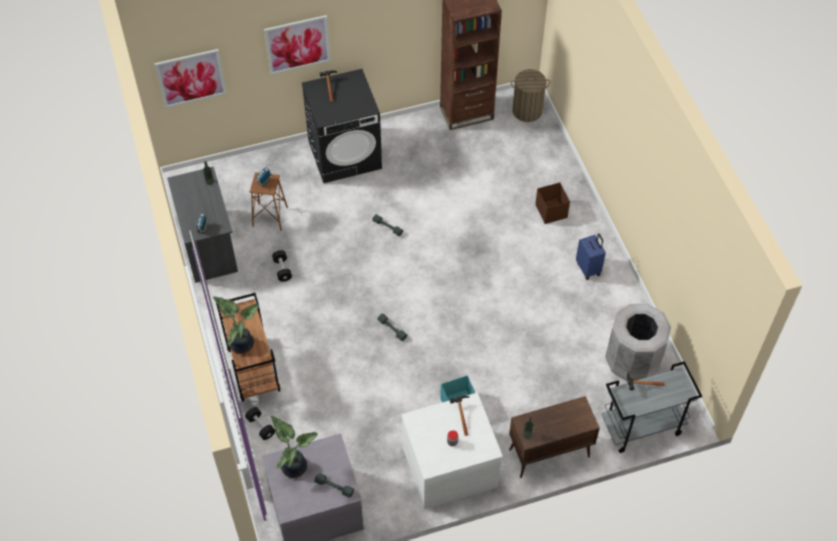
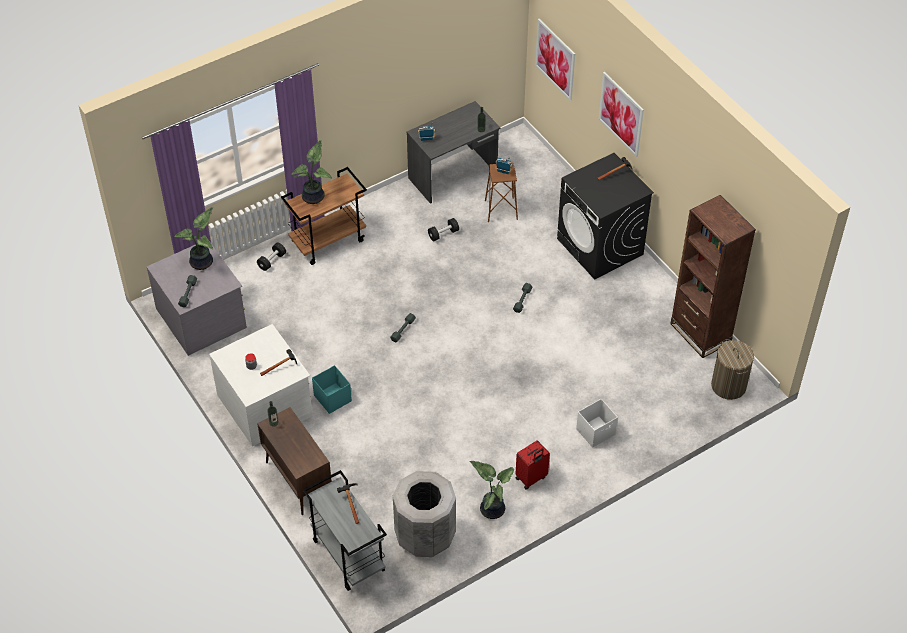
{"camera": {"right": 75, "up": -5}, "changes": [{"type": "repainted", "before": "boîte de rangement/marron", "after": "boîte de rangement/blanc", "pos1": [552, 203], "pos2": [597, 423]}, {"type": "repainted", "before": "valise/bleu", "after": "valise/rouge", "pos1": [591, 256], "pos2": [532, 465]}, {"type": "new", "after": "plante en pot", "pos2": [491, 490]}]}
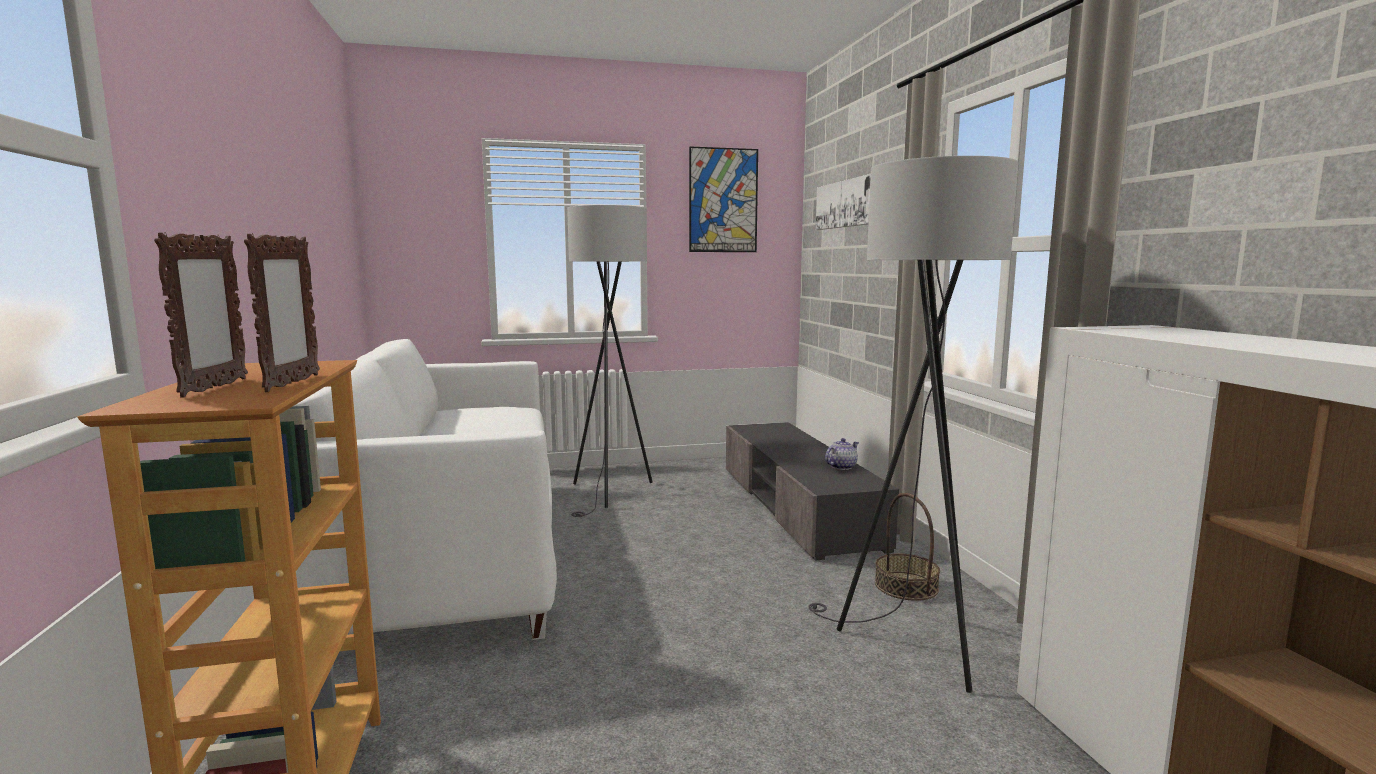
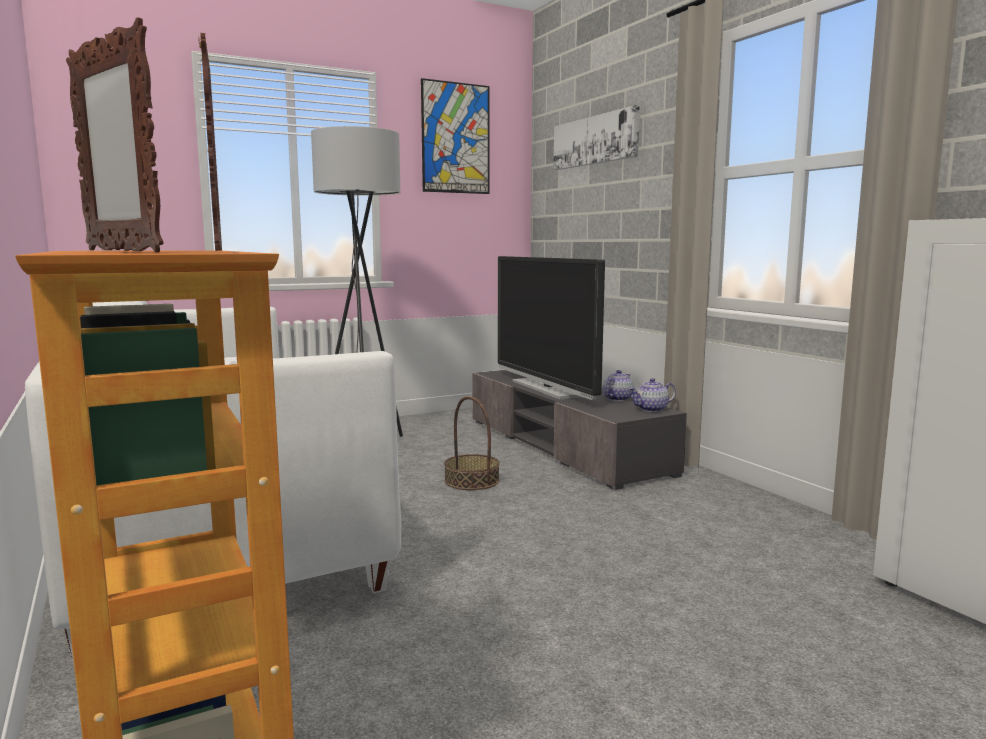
{"camera": {"right": -15, "up": 0}, "changes": [{"type": "gone", "before": "lampadaire/gris", "pos1": [914, 424]}, {"type": "rotated", "before": "cadre photo", "pos1": [201, 314], "pos2": [115, 134], "turn": 150}, {"type": "shifted", "before": "panier", "pos1": [907, 547], "pos2": [472, 443]}, {"type": "new", "after": "téléviseur", "pos2": [551, 328]}, {"type": "new", "after": "théière", "pos2": [652, 395]}]}
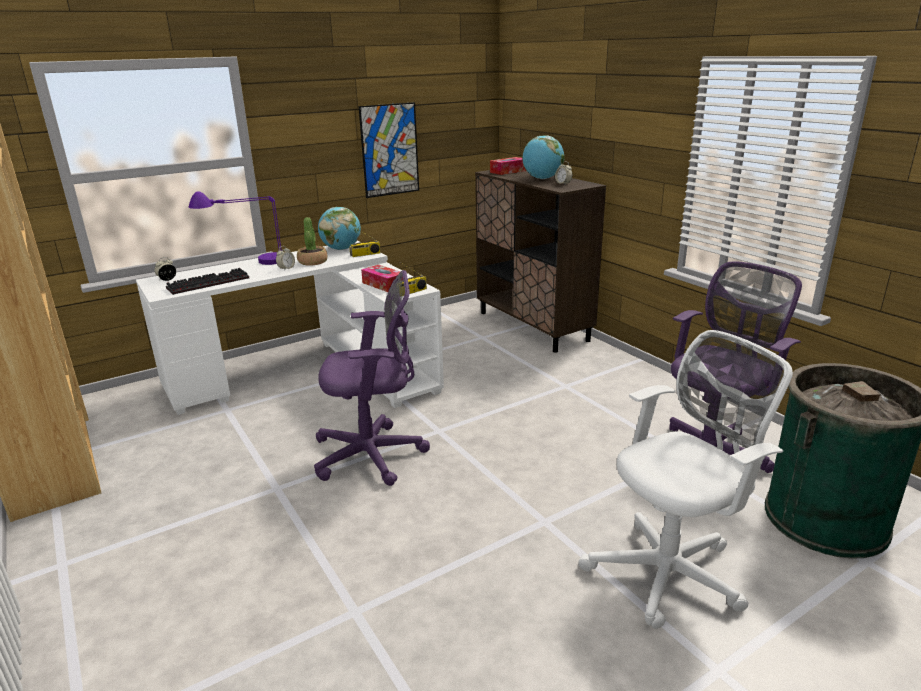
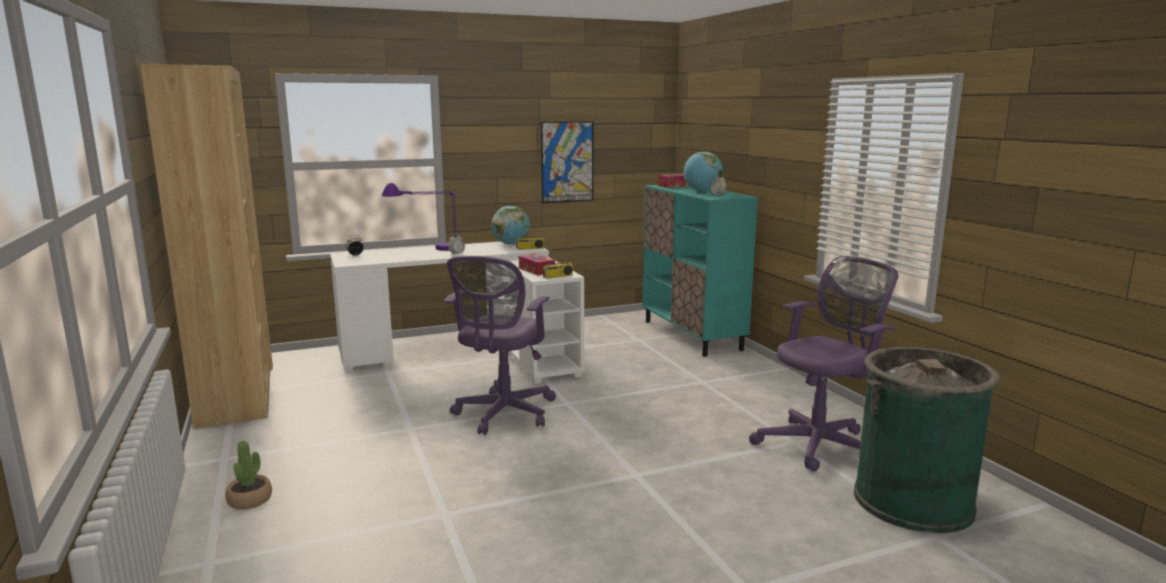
{"camera": {"right": 10, "up": -10}, "changes": [{"type": "repainted", "before": "meuble de rangement/marron", "after": "meuble de rangement/turquoise", "pos1": [540, 261], "pos2": [700, 270]}, {"type": "shifted", "before": "plante en pot", "pos1": [312, 241], "pos2": [248, 475]}, {"type": "gone", "before": "clavier", "pos1": [207, 281]}, {"type": "rotated", "before": "chaise de bureau/violet", "pos1": [372, 378], "pos2": [500, 345], "turn": 105}, {"type": "gone", "before": "chaise de bureau/blanc", "pos1": [685, 479]}]}
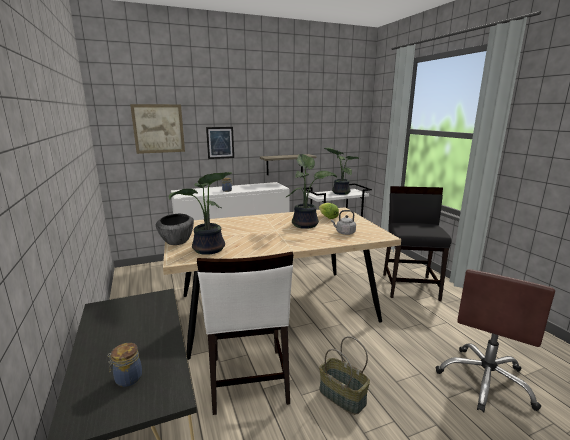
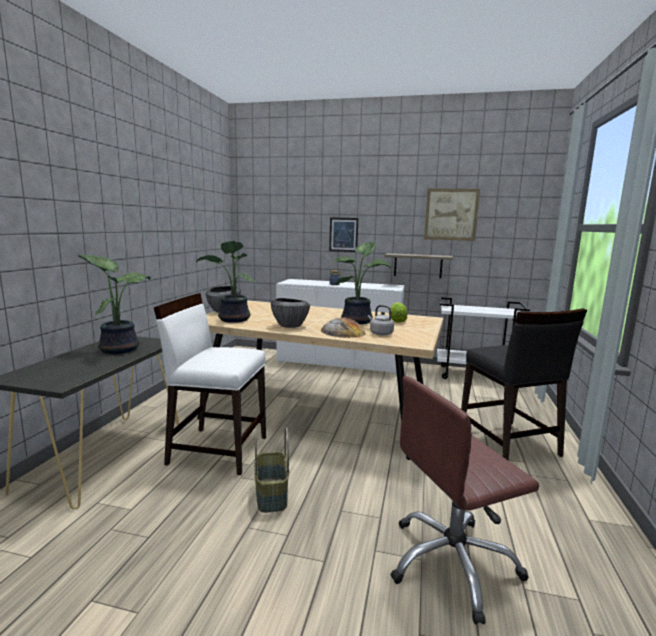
{"camera": {"right": 35, "up": -5}, "changes": [{"type": "shifted", "before": "tableau", "pos1": [157, 129], "pos2": [452, 214]}, {"type": "shifted", "before": "plante en pot", "pos1": [342, 171], "pos2": [114, 304]}, {"type": "rotated", "before": "chaise/noir", "pos1": [417, 243], "pos2": [524, 384], "turn": 120}, {"type": "rotated", "before": "chaise/blanc", "pos1": [245, 333], "pos2": [210, 384], "turn": 75}, {"type": "gone", "before": "bocal", "pos1": [125, 365]}, {"type": "new", "after": "bol", "pos2": [290, 313]}, {"type": "new", "after": "pain", "pos2": [343, 327]}]}
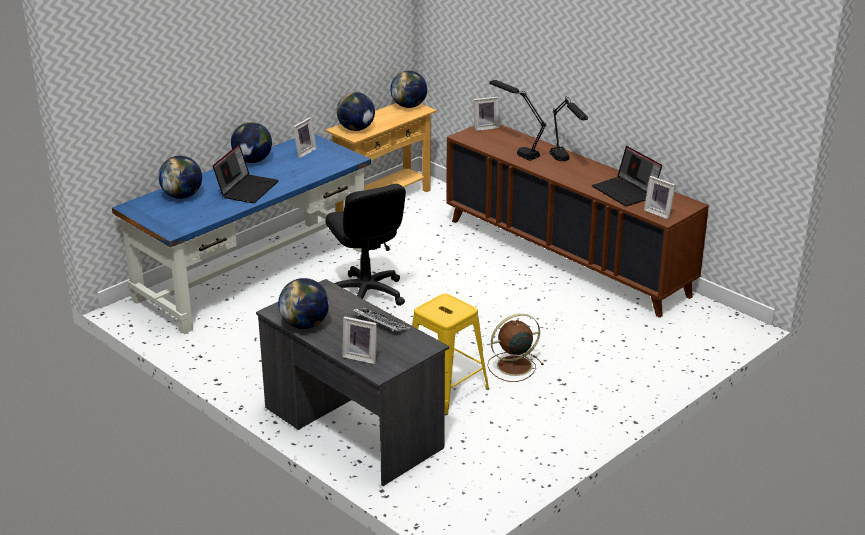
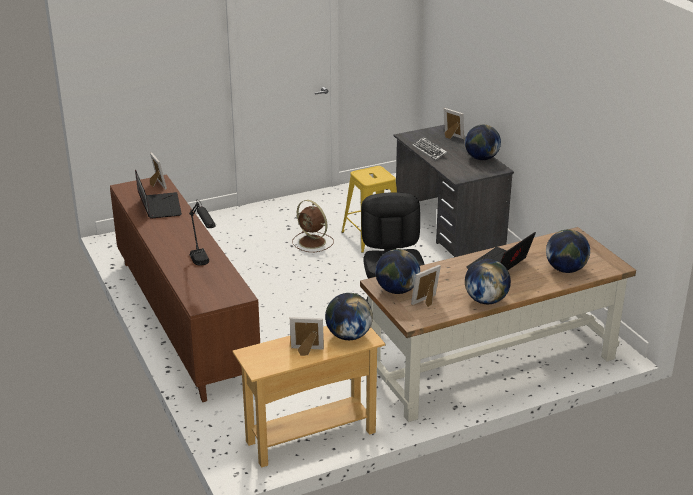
{"camera": {"right": -160, "up": 0}, "changes": [{"type": "shifted", "before": "globe", "pos1": [408, 89], "pos2": [397, 271]}, {"type": "shifted", "before": "cadre photo", "pos1": [487, 114], "pos2": [307, 336]}, {"type": "gone", "before": "lampe de table/noir", "pos1": [568, 129]}, {"type": "repainted", "before": "bureau/bleu", "after": "bureau/marron", "pos1": [241, 234], "pos2": [498, 324]}, {"type": "rotated", "before": "ventilateur/marron", "pos1": [515, 348], "pos2": [313, 226], "turn": 45}]}
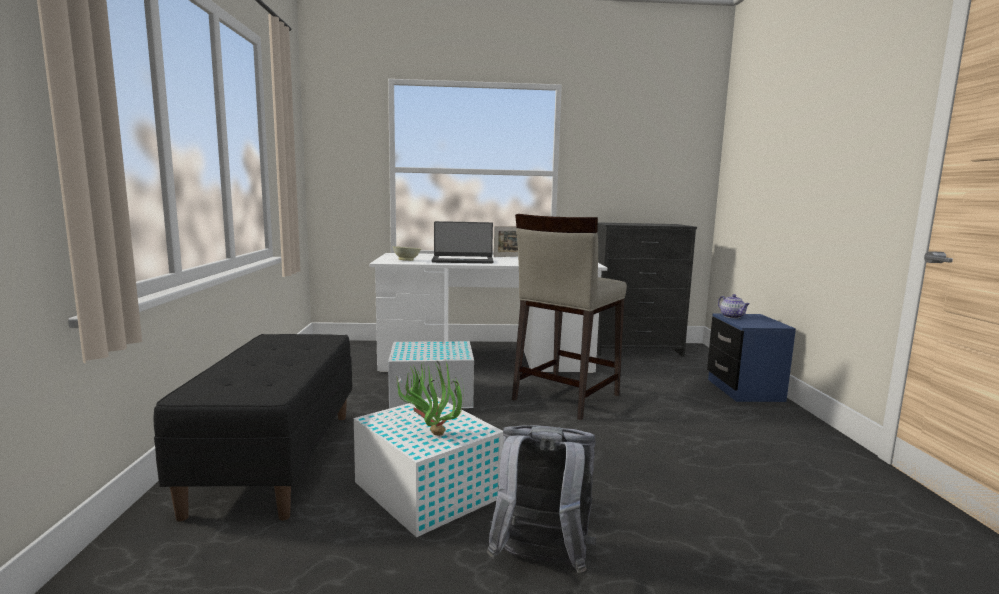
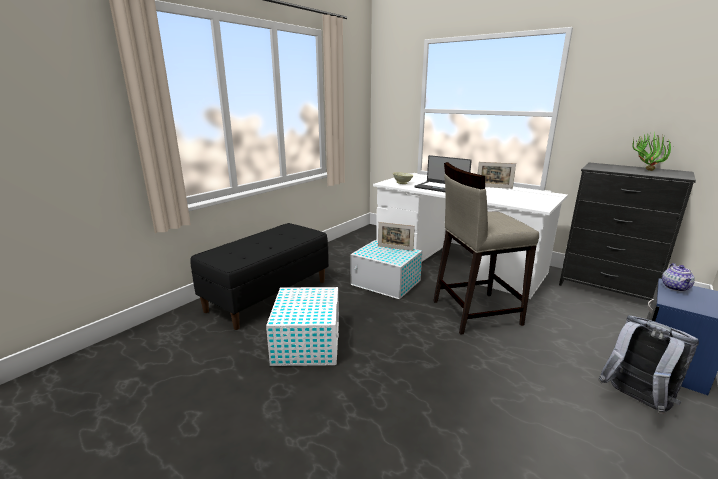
{"camera": {"right": 40, "up": 10}, "changes": [{"type": "shifted", "before": "plante en pot", "pos1": [430, 398], "pos2": [653, 150]}, {"type": "shifted", "before": "sac à dos/gris", "pos1": [541, 499], "pos2": [648, 364]}, {"type": "new", "after": "cadre photo", "pos2": [396, 236]}]}
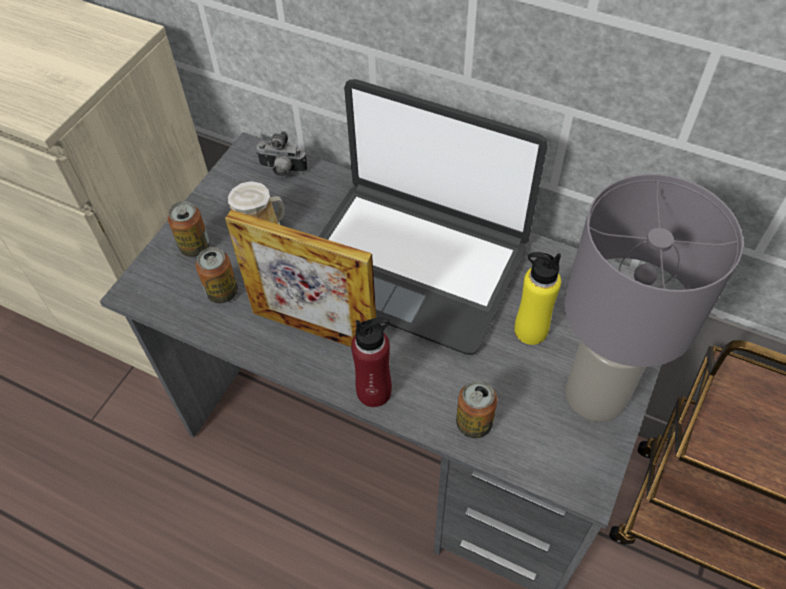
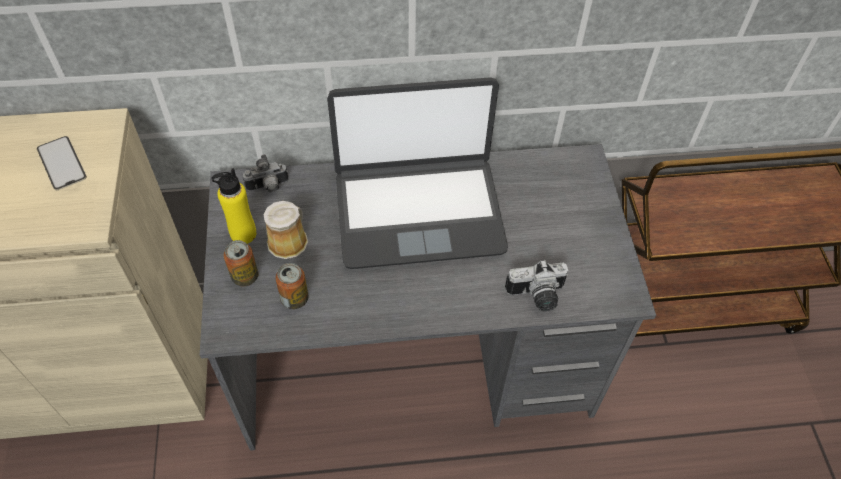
{"camera": {"right": -35, "up": 0}, "changes": [{"type": "gone", "before": "lampe de table/gris", "pos1": [653, 298]}, {"type": "gone", "before": "cadre photo", "pos1": [300, 278]}, {"type": "shifted", "before": "bouteille/jaune", "pos1": [537, 298], "pos2": [233, 206]}, {"type": "gone", "before": "bouteille/rouge", "pos1": [371, 362]}, {"type": "swapped", "before": "boîte métallique", "after": "appareil photo", "pos1": [476, 409], "pos2": [536, 285]}, {"type": "new", "after": "téléphone", "pos2": [62, 163]}]}
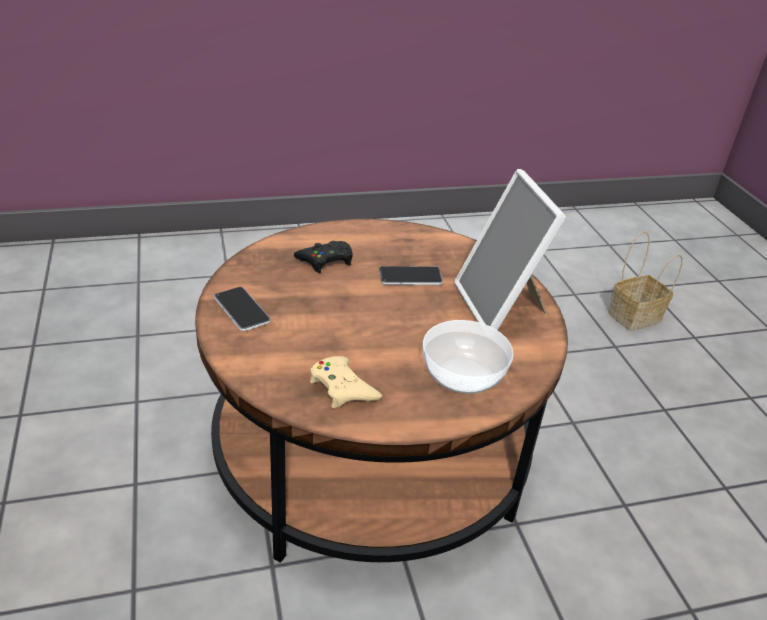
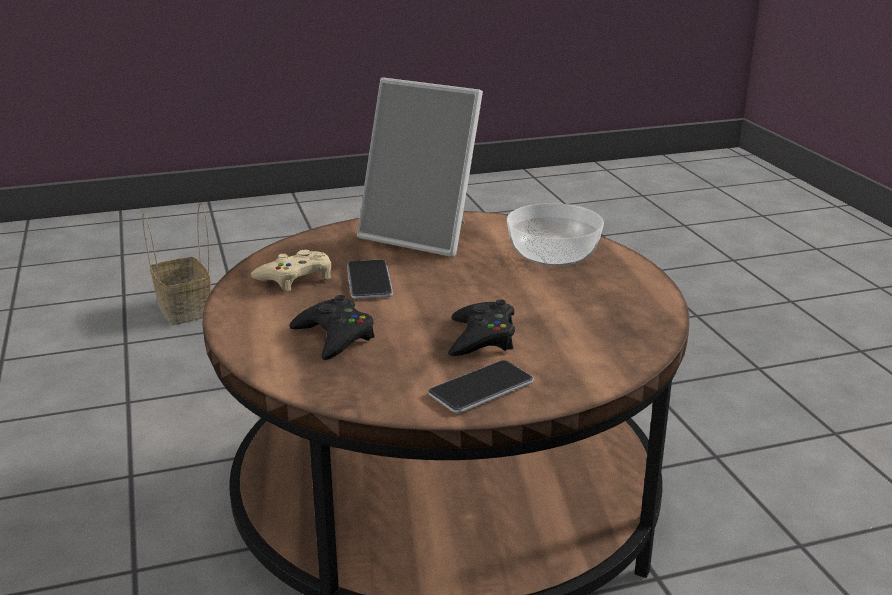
{"camera": {"right": -90, "up": -10}, "changes": [{"type": "rotated", "before": "cadre photo", "pos1": [510, 249], "pos2": [420, 167], "turn": 45}, {"type": "shifted", "before": "manette/beige", "pos1": [346, 382], "pos2": [291, 270]}, {"type": "new", "after": "manette/noir", "pos2": [481, 327]}]}
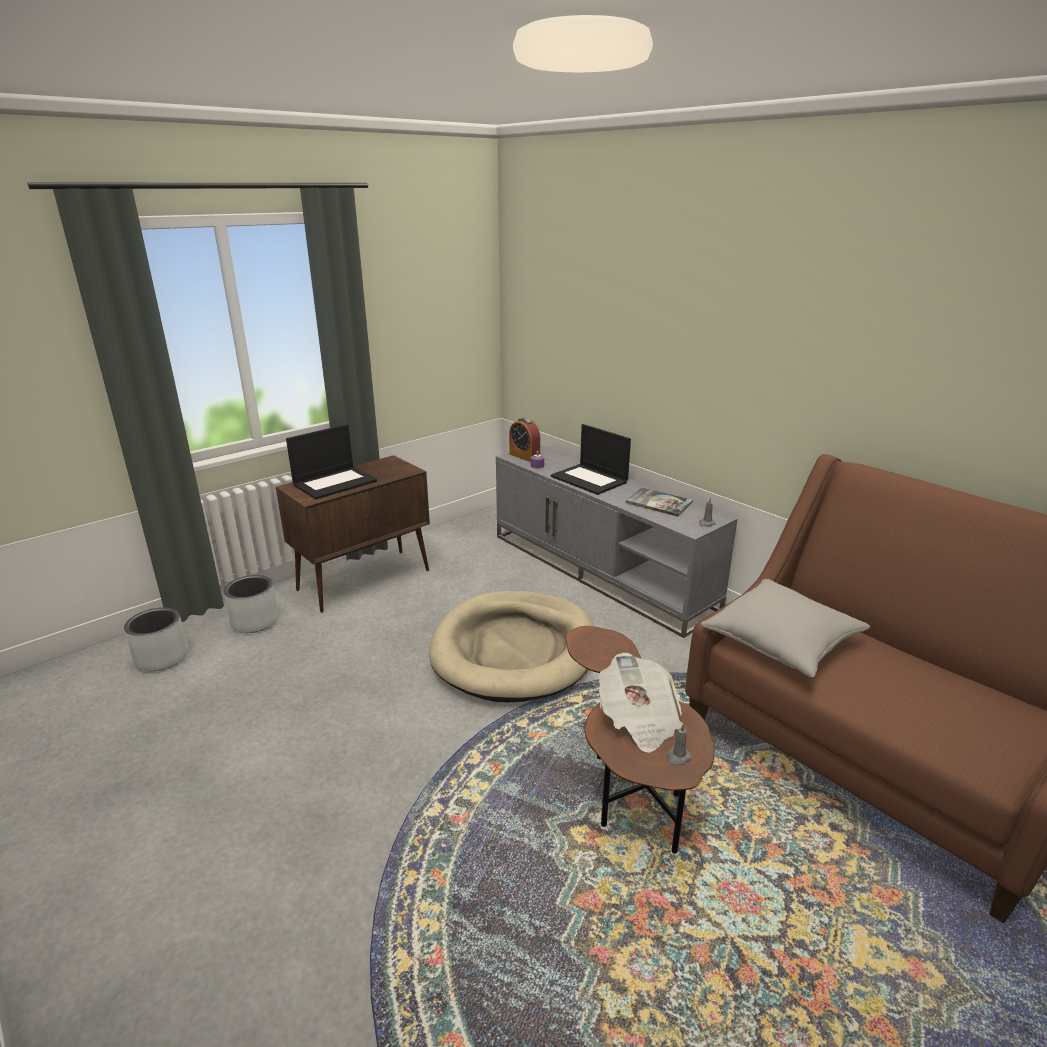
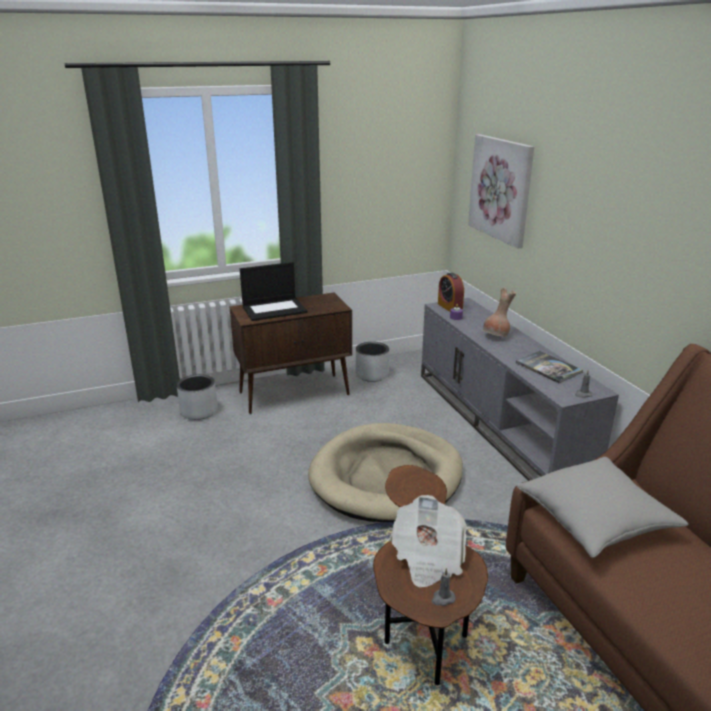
{"camera": {"right": 20, "up": 0}, "changes": [{"type": "swapped", "before": "ordinateur portable", "after": "vase/marron", "pos1": [591, 459], "pos2": [499, 312]}, {"type": "shifted", "before": "cache-pot/gris", "pos1": [156, 639], "pos2": [372, 362]}, {"type": "new", "after": "tableau", "pos2": [501, 191]}]}
